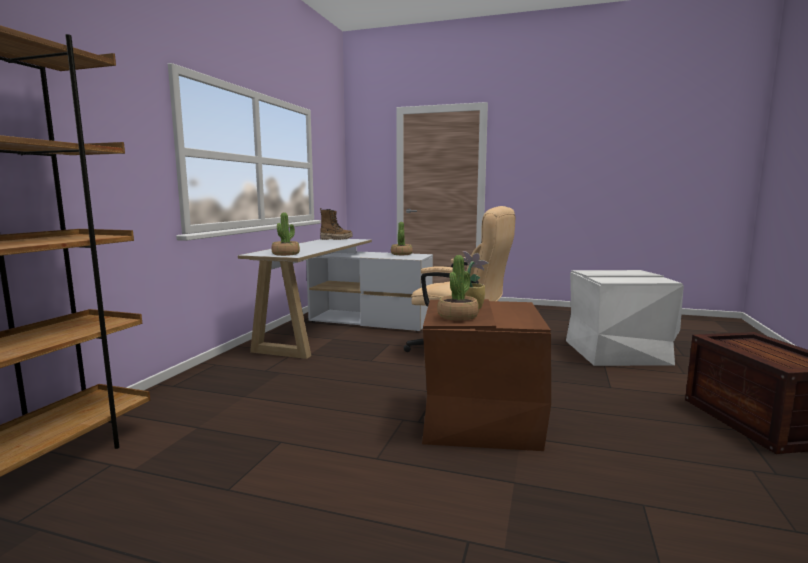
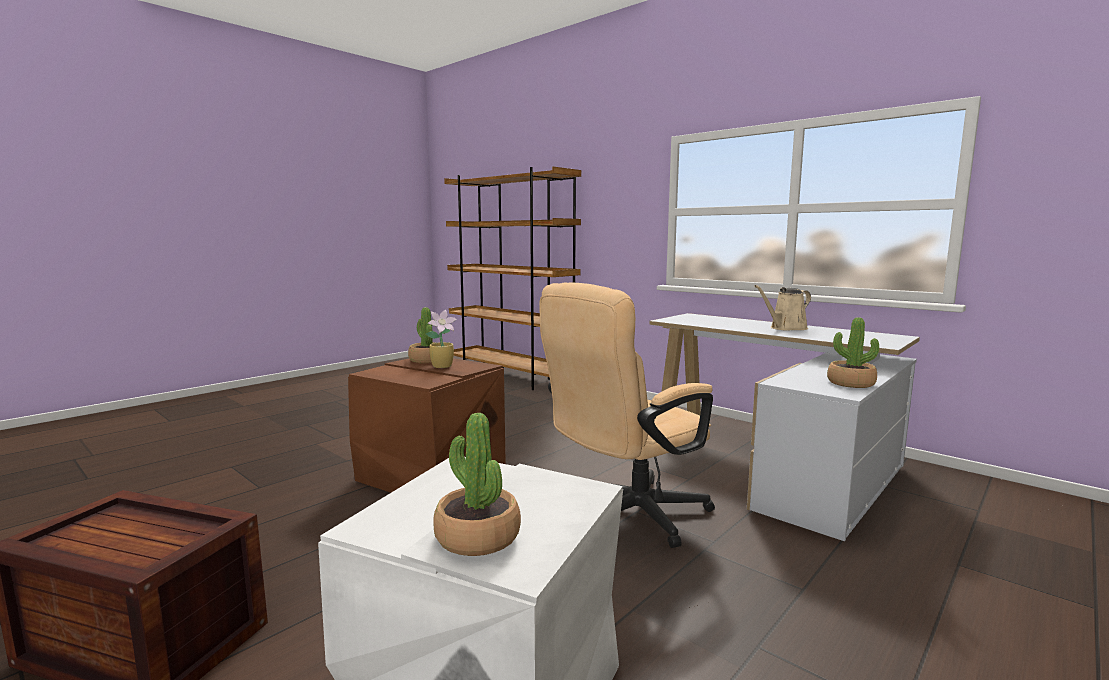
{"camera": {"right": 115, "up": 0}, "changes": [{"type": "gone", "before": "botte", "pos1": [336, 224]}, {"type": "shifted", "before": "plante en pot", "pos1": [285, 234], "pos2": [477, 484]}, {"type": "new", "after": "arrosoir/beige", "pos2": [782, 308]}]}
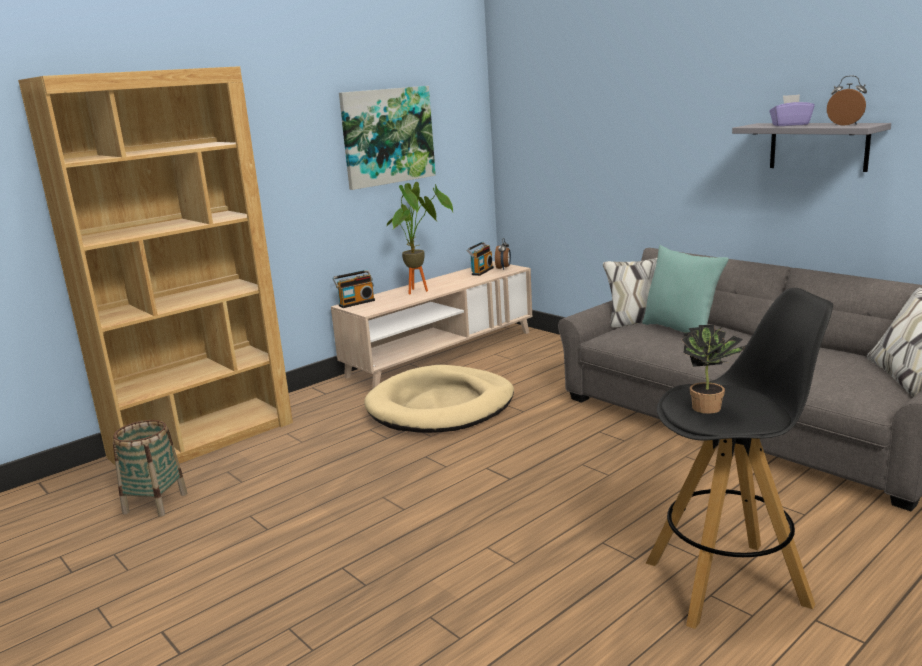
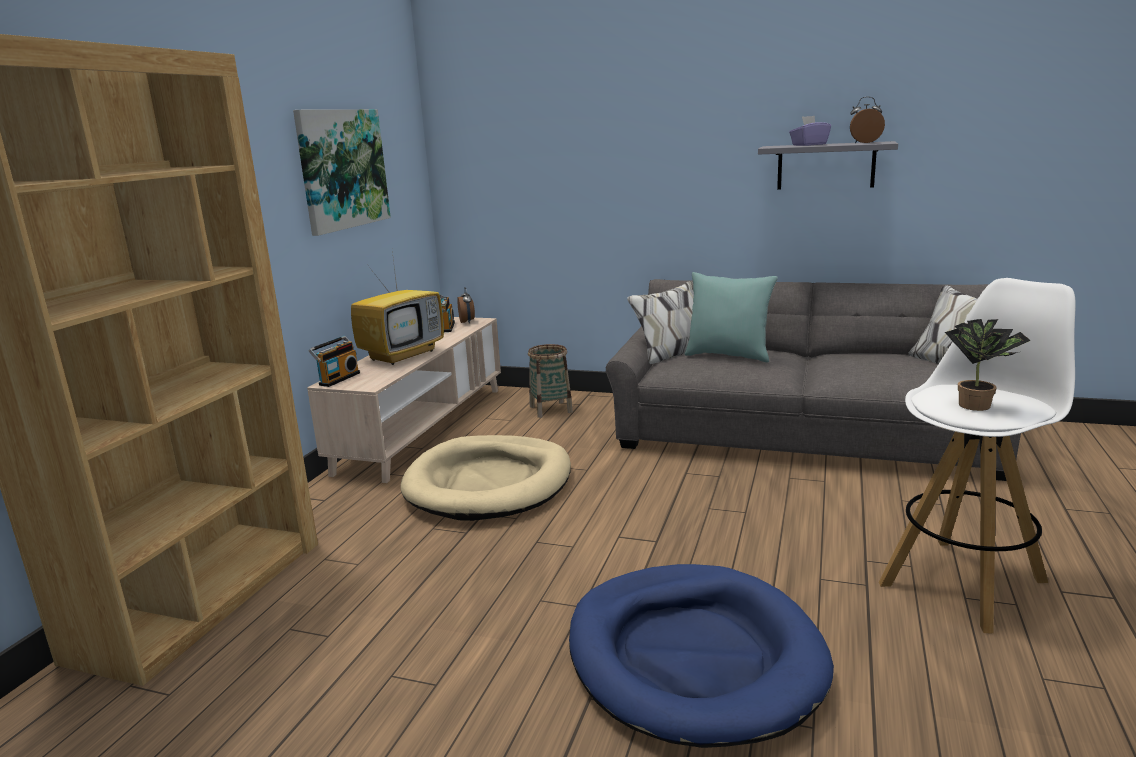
{"camera": {"right": -30, "up": 0}, "changes": [{"type": "swapped", "before": "plante en pot", "after": "téléviseur", "pos1": [420, 238], "pos2": [397, 308]}, {"type": "repainted", "before": "tabouret/noir", "after": "tabouret/blanc", "pos1": [739, 458], "pos2": [977, 455]}, {"type": "shifted", "before": "panier", "pos1": [150, 468], "pos2": [550, 381]}, {"type": "new", "after": "panier pour chien/bleu", "pos2": [701, 656]}]}
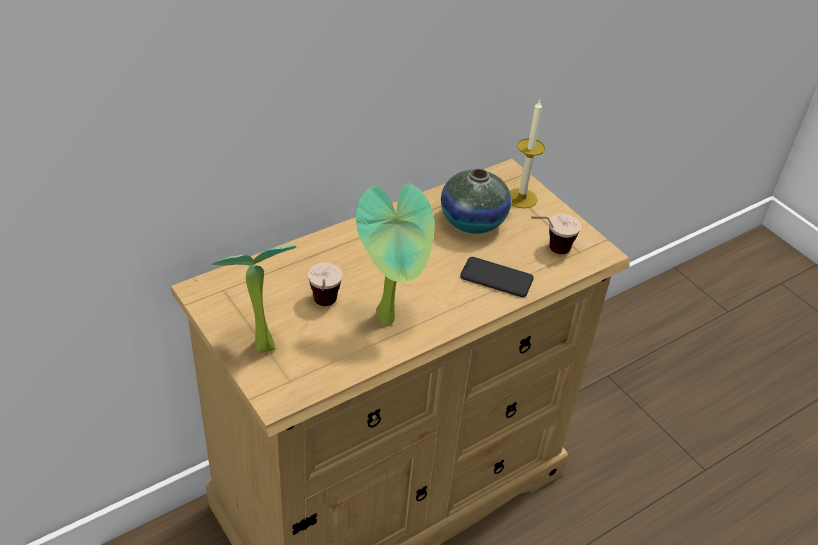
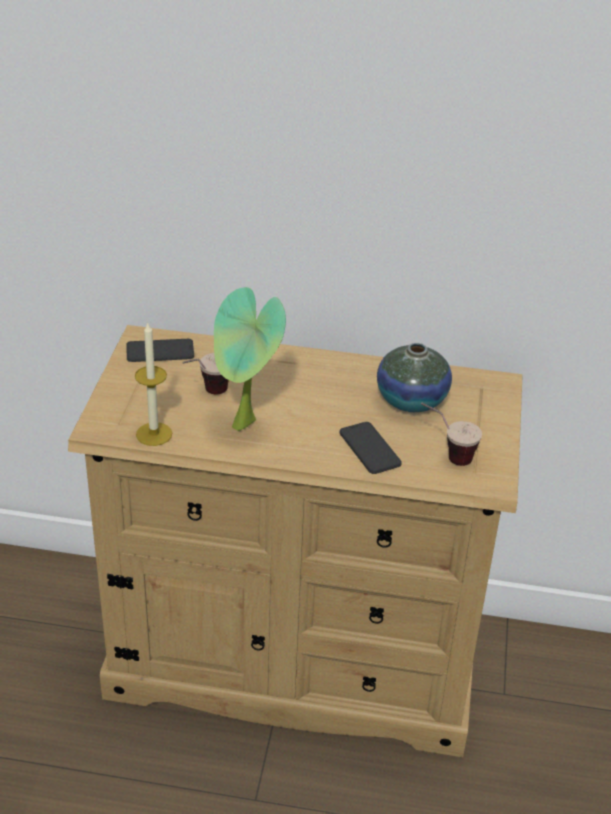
{"camera": {"right": 45, "up": -5}, "changes": [{"type": "shifted", "before": "bougie", "pos1": [527, 153], "pos2": [153, 384]}, {"type": "gone", "before": "plante en pot", "pos1": [254, 299]}, {"type": "new", "after": "téléphone", "pos2": [160, 350]}]}
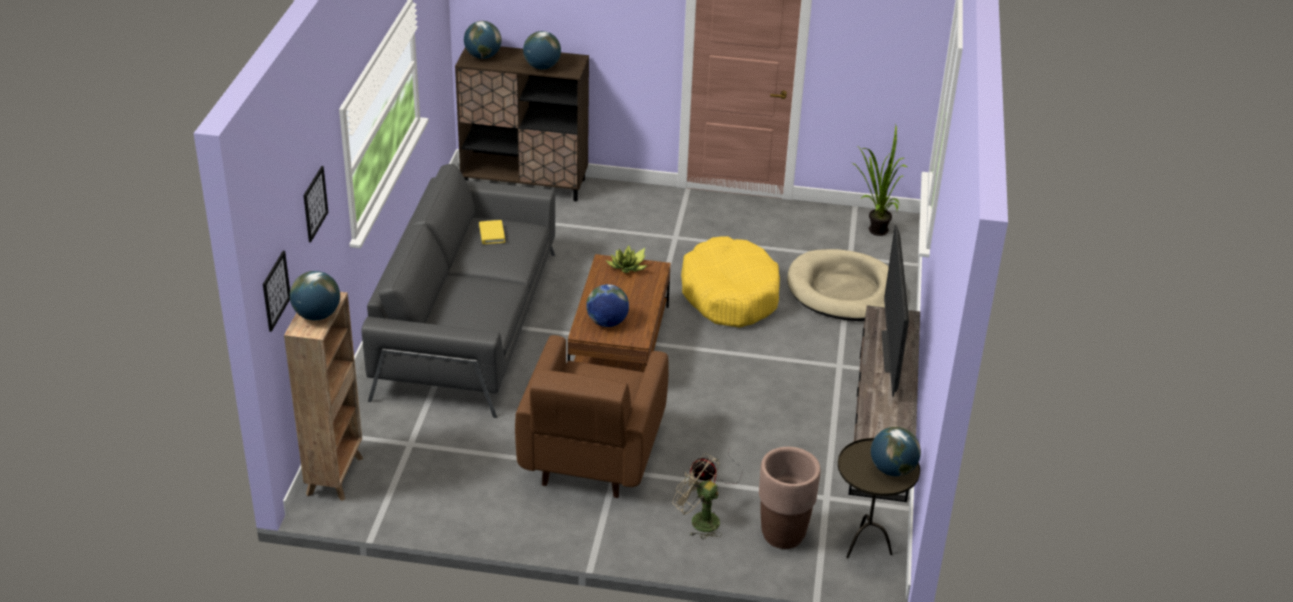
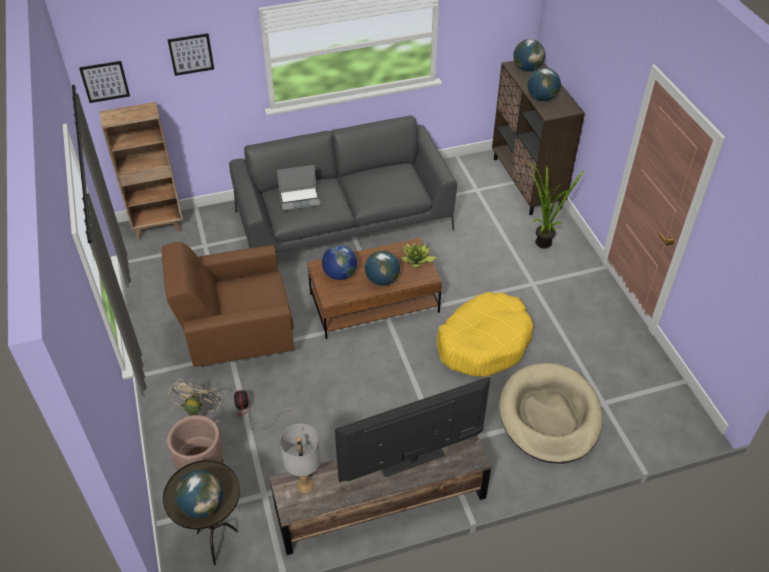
{"camera": {"right": 65, "up": 10}, "changes": [{"type": "shifted", "before": "plante en pot", "pos1": [879, 180], "pos2": [556, 206]}, {"type": "gone", "before": "livre/jaune", "pos1": [492, 232]}, {"type": "shifted", "before": "globe", "pos1": [315, 295], "pos2": [382, 268]}, {"type": "new", "after": "ordinateur portable", "pos2": [299, 188]}, {"type": "new", "after": "lampe de table/gris", "pos2": [300, 458]}]}
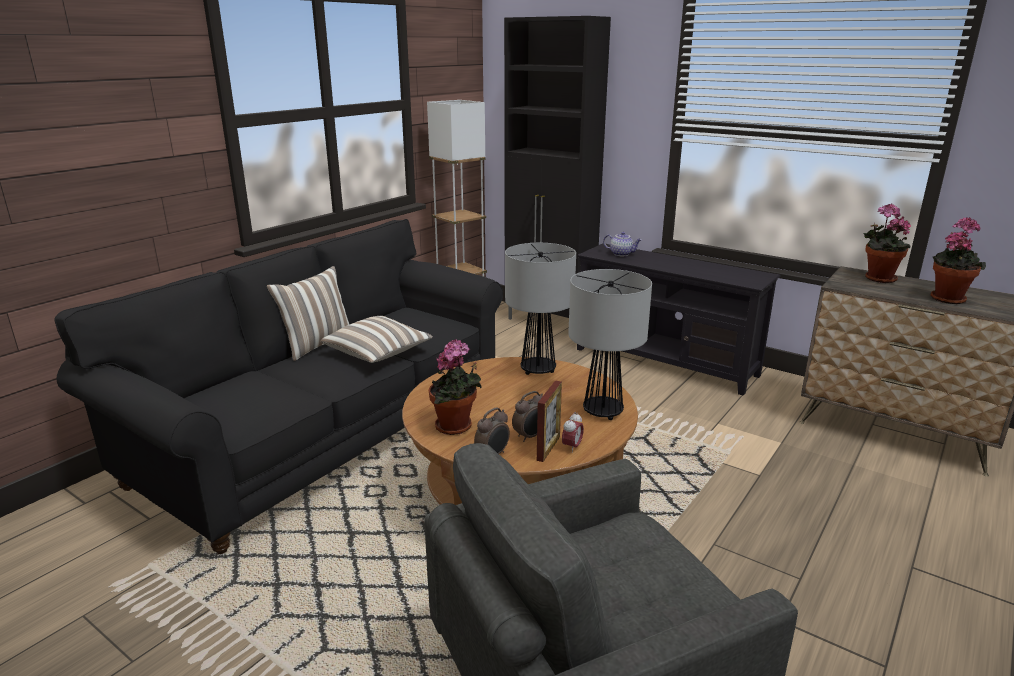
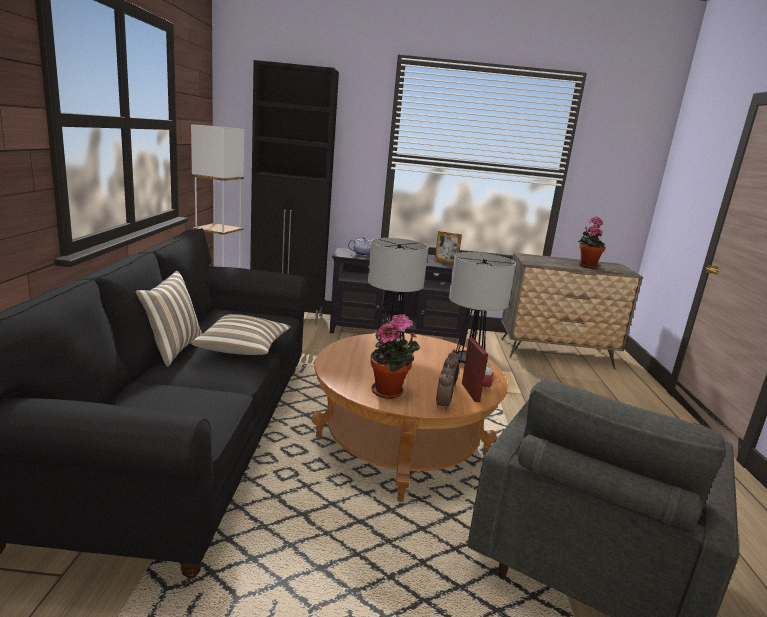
{"camera": {"right": -35, "up": -5}, "changes": [{"type": "gone", "before": "plante en pot", "pos1": [887, 243]}, {"type": "new", "after": "cadre photo", "pos2": [448, 247]}]}
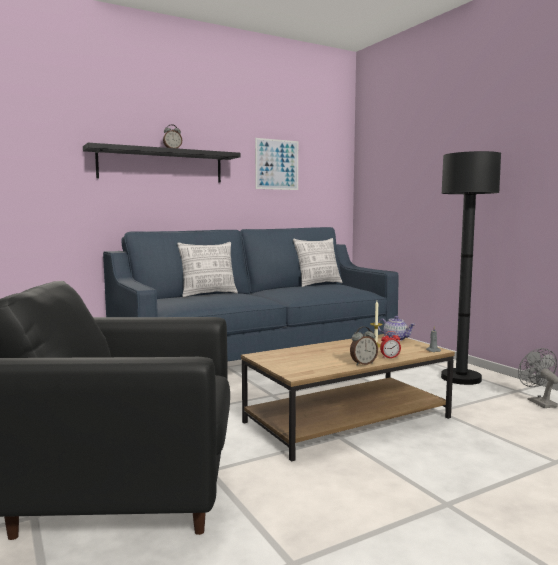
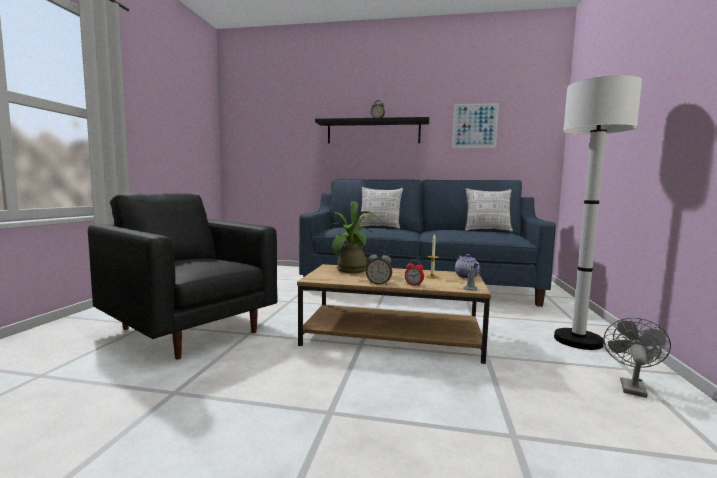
{"camera": {"right": 40, "up": 0}, "changes": [{"type": "repainted", "before": "lampadaire/noir", "after": "lampadaire/blanc", "pos1": [471, 268], "pos2": [598, 212]}, {"type": "new", "after": "plante en pot", "pos2": [352, 237]}]}
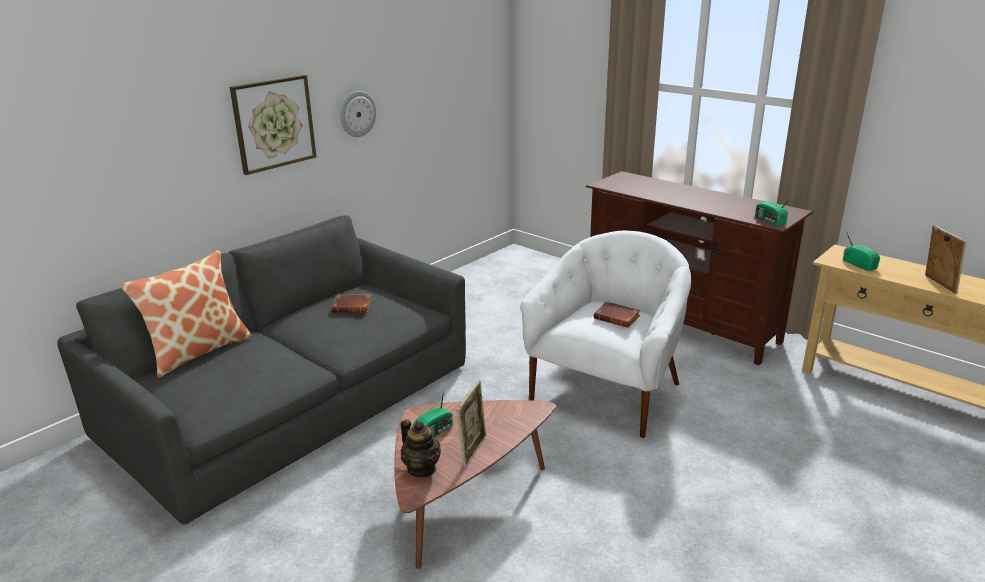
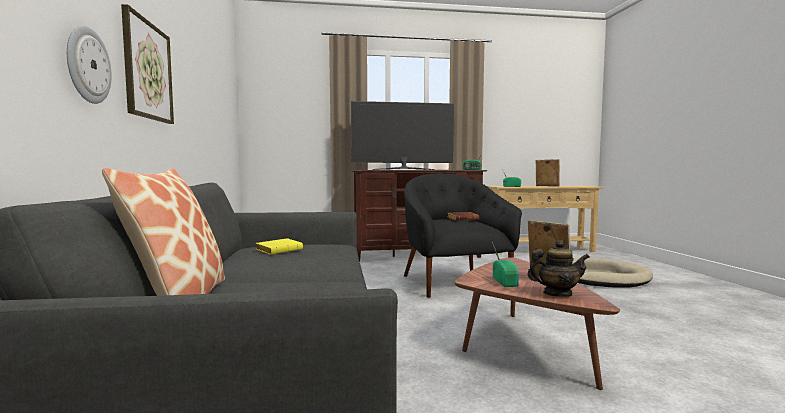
{"camera": {"right": -50, "up": -20}, "changes": [{"type": "shifted", "before": "horloge murale", "pos1": [358, 114], "pos2": [89, 65]}, {"type": "repainted", "before": "fauteuil/blanc", "after": "fauteuil/noir", "pos1": [605, 334], "pos2": [463, 236]}, {"type": "repainted", "before": "livre/marron", "after": "livre/jaune", "pos1": [352, 304], "pos2": [279, 246]}, {"type": "new", "after": "téléviseur", "pos2": [403, 135]}, {"type": "new", "after": "panier pour chien/beige", "pos2": [612, 273]}]}
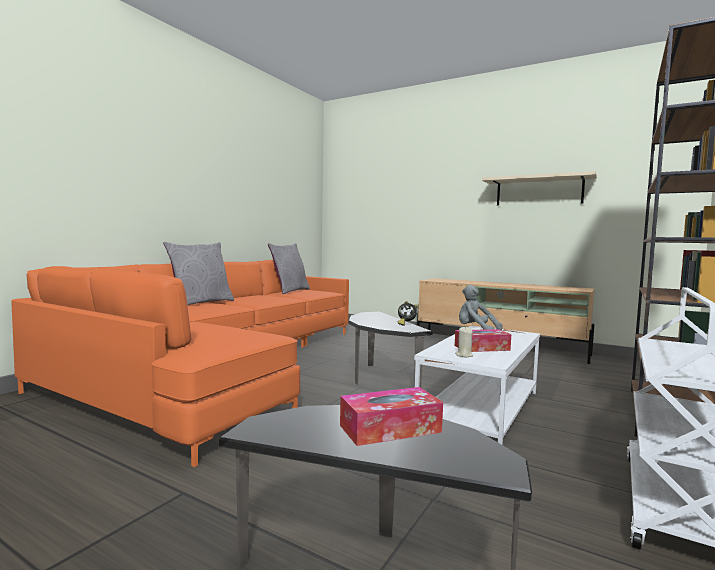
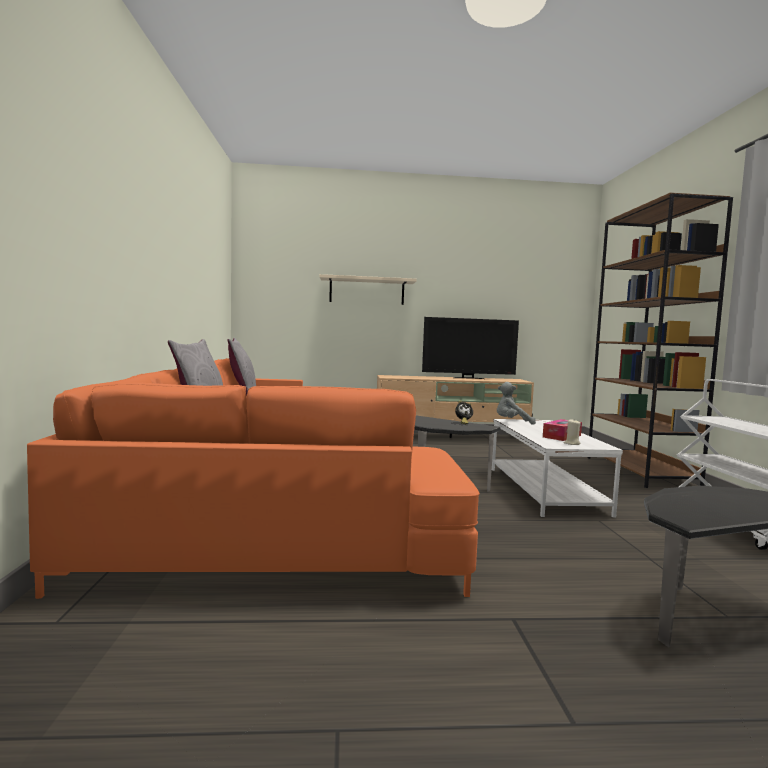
{"camera": {"right": -35, "up": 0}, "changes": [{"type": "shifted", "before": "étagère/beige", "pos1": [539, 188], "pos2": [368, 289]}, {"type": "gone", "before": "boîte à mouchoirs", "pos1": [391, 416]}, {"type": "new", "after": "téléviseur", "pos2": [470, 348]}]}
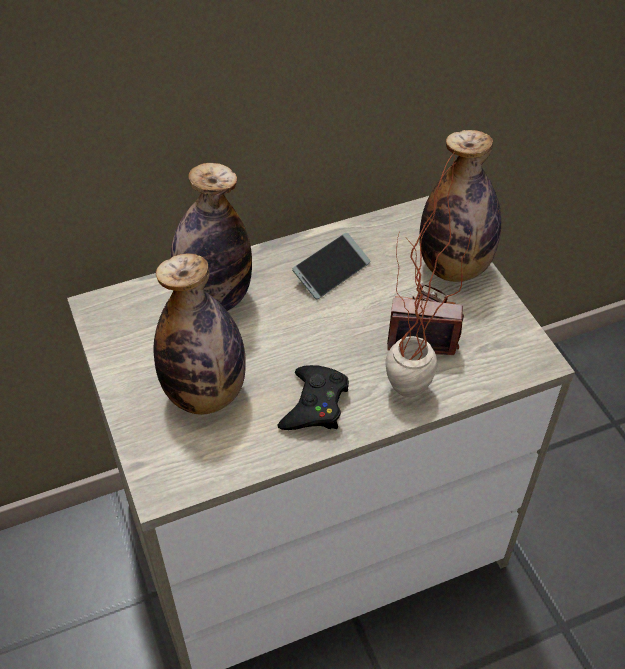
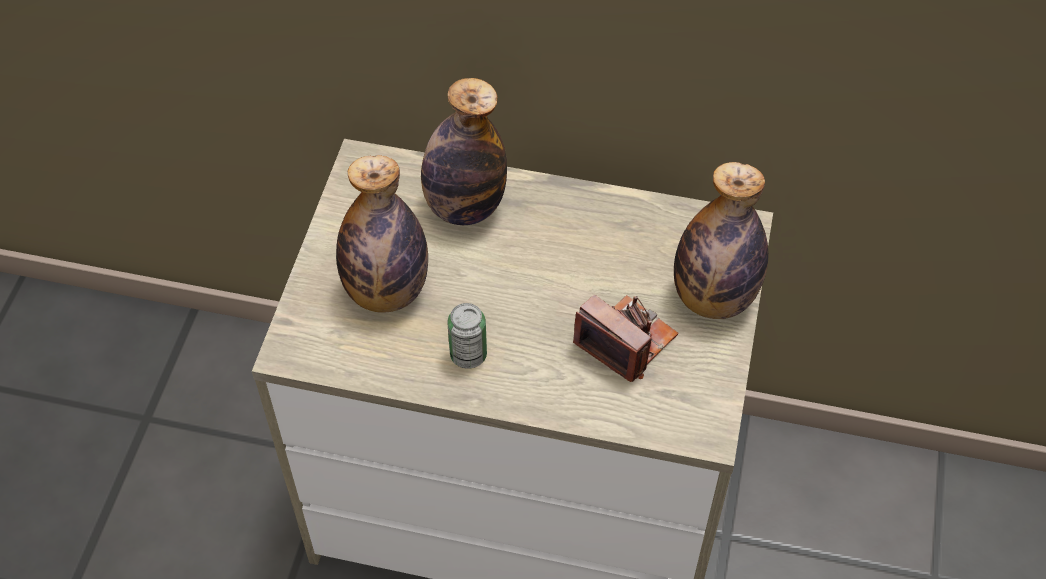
{"camera": {"right": 35, "up": 5}, "changes": [{"type": "gone", "before": "plante en pot", "pos1": [428, 275]}, {"type": "gone", "before": "téléphone", "pos1": [331, 266]}, {"type": "swapped", "before": "manette/noir", "after": "boîte métallique", "pos1": [313, 397], "pos2": [467, 336]}]}
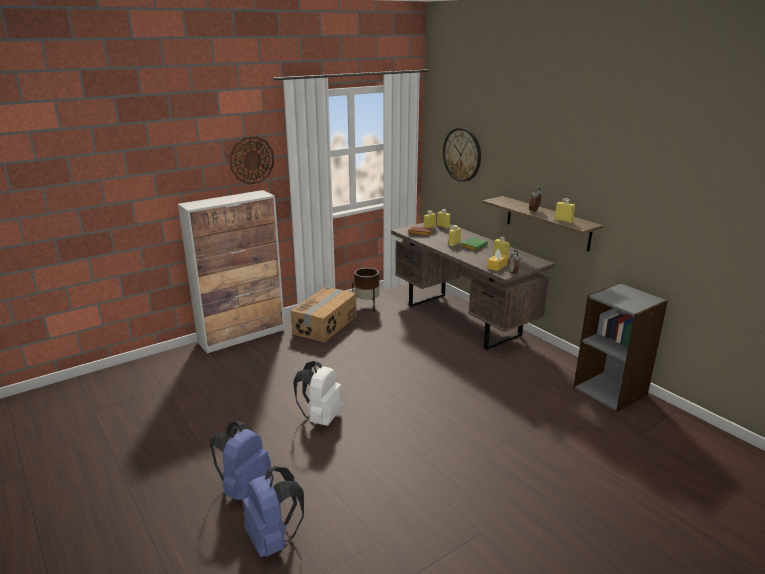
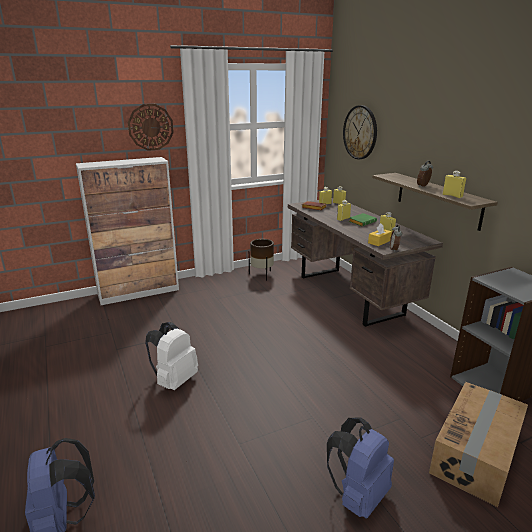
{"camera": {"right": 10, "up": 0}, "changes": [{"type": "shifted", "before": "carton", "pos1": [323, 315], "pos2": [478, 444]}, {"type": "shifted", "before": "sac à dos/bleu", "pos1": [241, 461], "pos2": [360, 468]}]}
